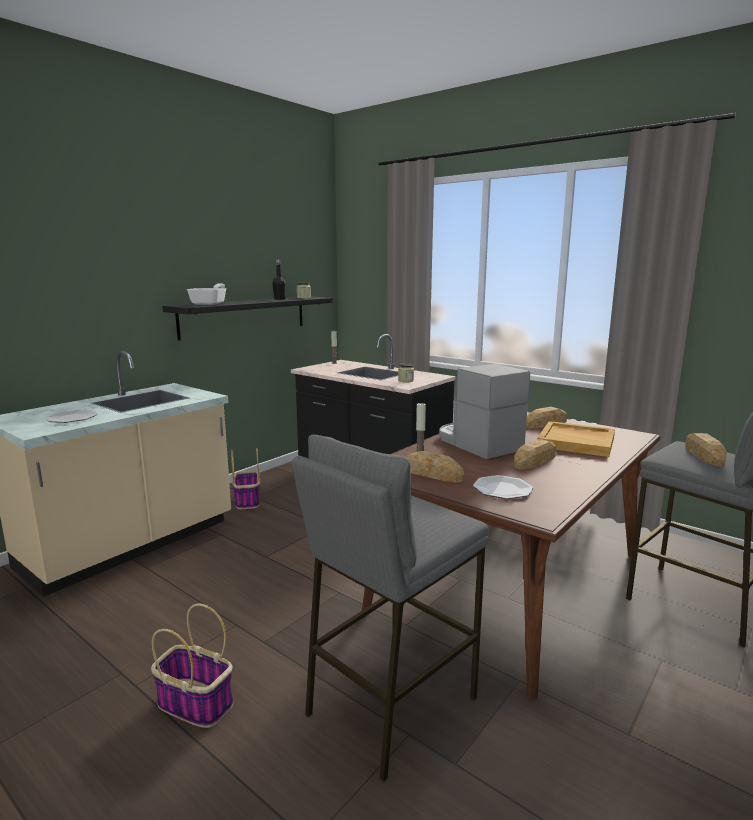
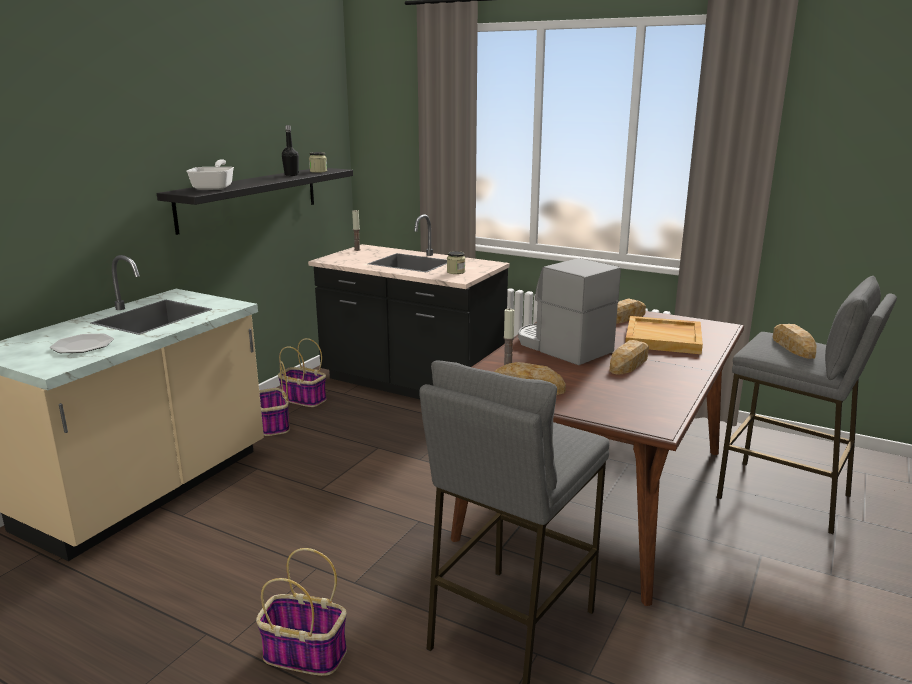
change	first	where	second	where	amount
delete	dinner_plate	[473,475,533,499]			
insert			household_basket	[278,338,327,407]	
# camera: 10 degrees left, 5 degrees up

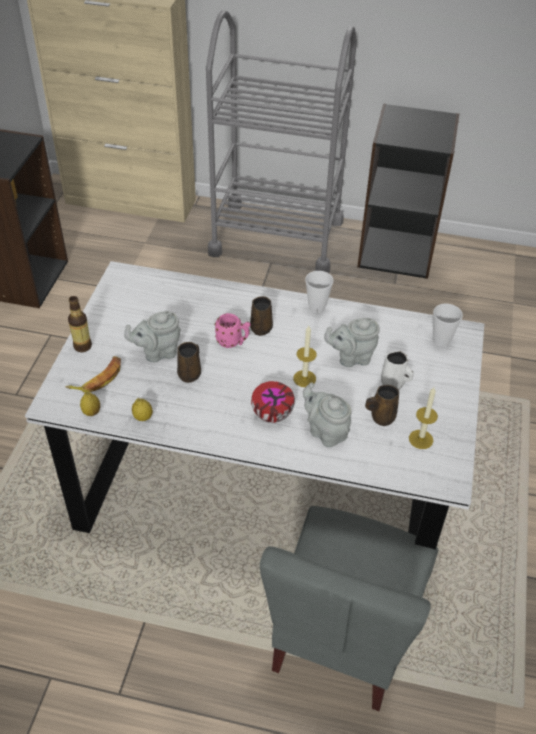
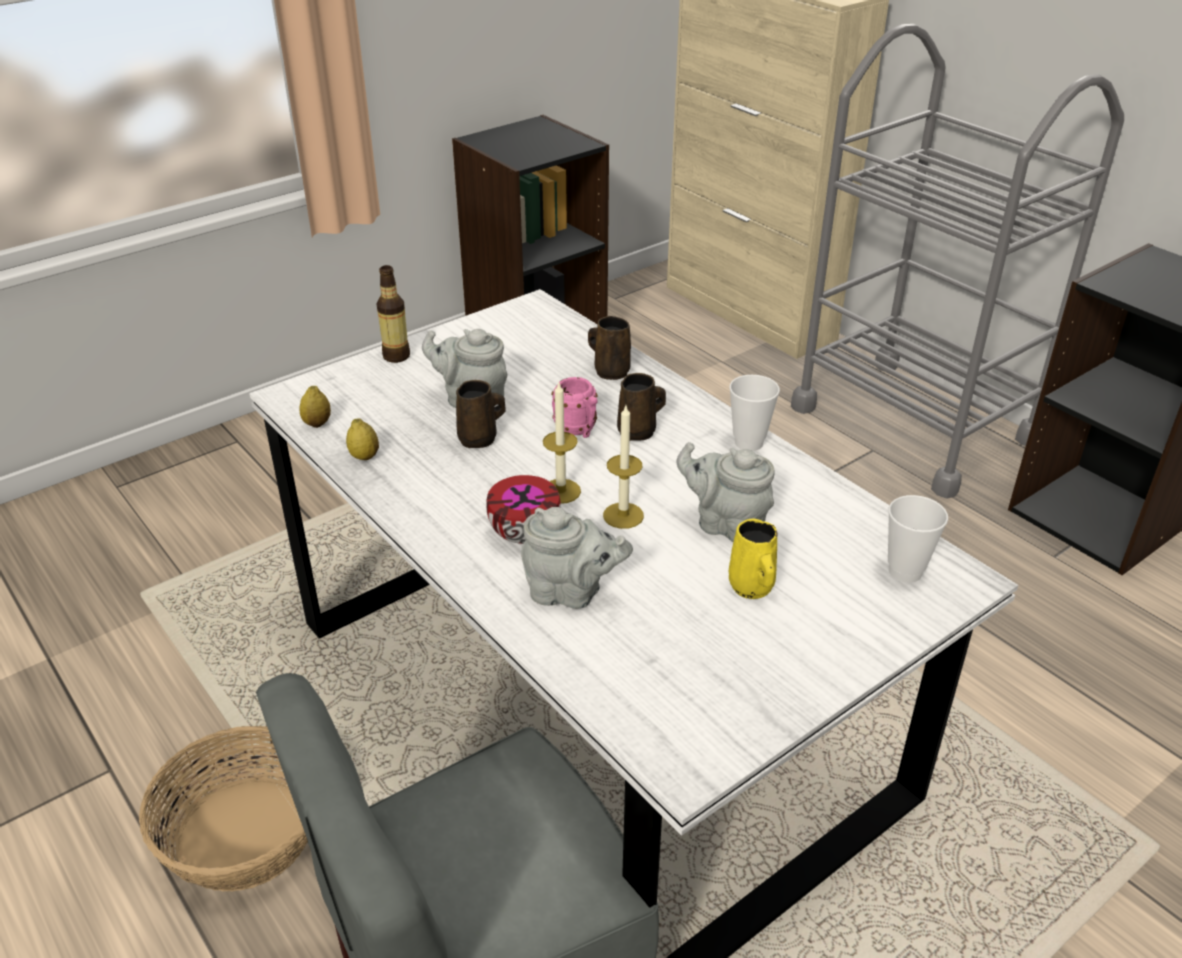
change	first	where	second	where	amount
recolor	white_mug	[381,351,414,390]	yellowish_mug	[729,519,778,599]	
delete	whole_banana	[66,356,121,392]			
rotate	greyish_teapot	[303,382,352,447]		[521,507,633,609]	105 degrees clockwise
move	brown_mug	[365,385,399,426]		[588,316,631,380]	
move	wax_light	[409,387,438,449]		[543,383,581,504]	
insert			household_basket	[139,726,308,891]	
# camera: 40 degrees right, 10 degrees down

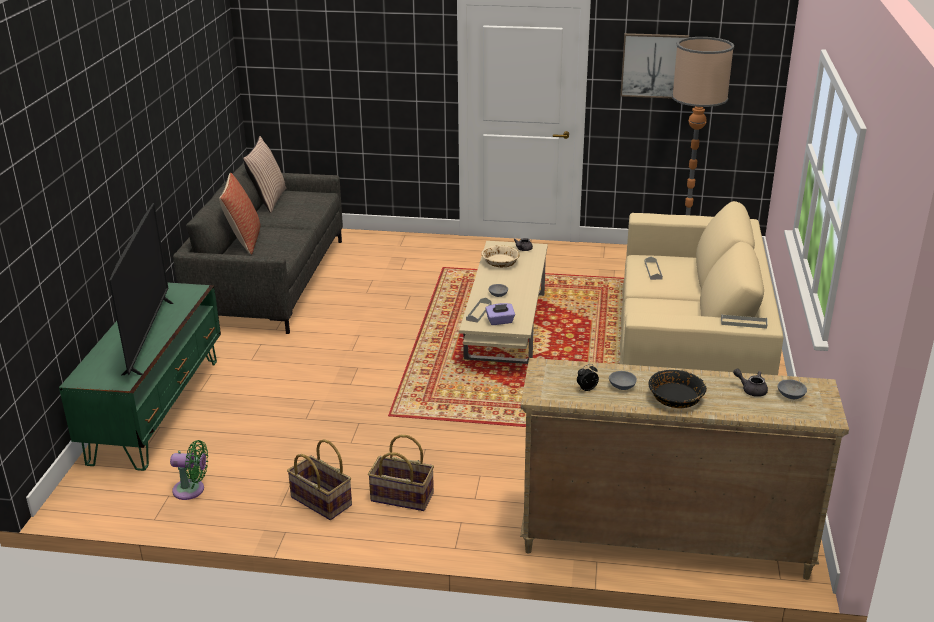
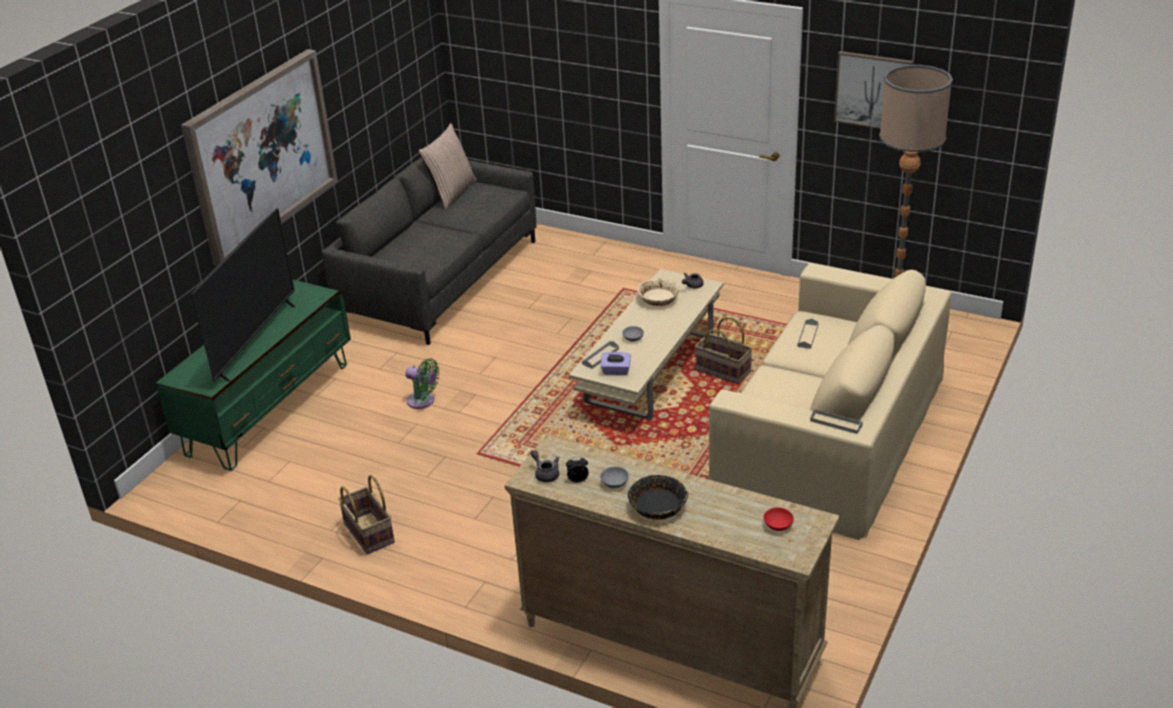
change	first	where	second	where	amount
delete	pillow	[219,173,261,255]			
move	greyish_teapot	[733,369,768,397]		[531,450,559,482]	
recolor	greyish_bowl	[777,379,807,399]	reddish_bowl	[764,507,794,531]	
move	household_basket	[368,435,434,511]		[695,317,753,384]	
move	green_cooling_fan	[170,440,208,500]		[405,358,440,409]	
insert			wall_art	[181,49,338,265]	
# camera: 20 degrees right, 5 degrees up

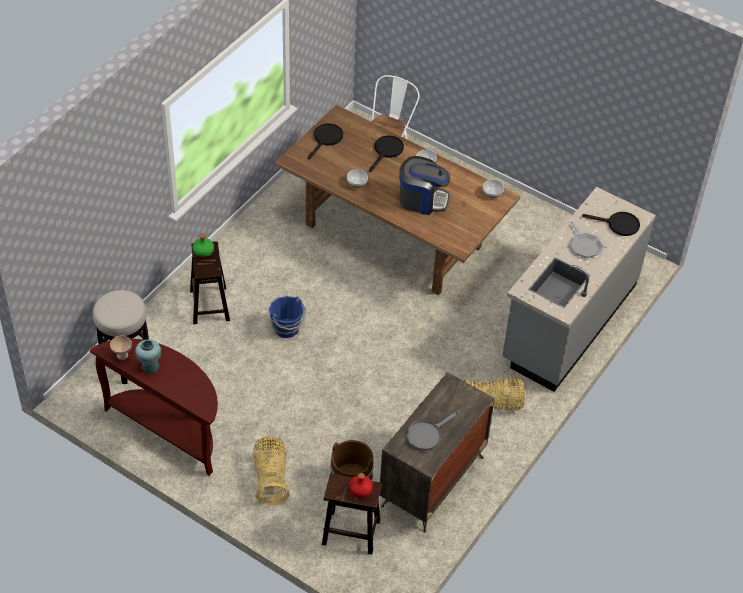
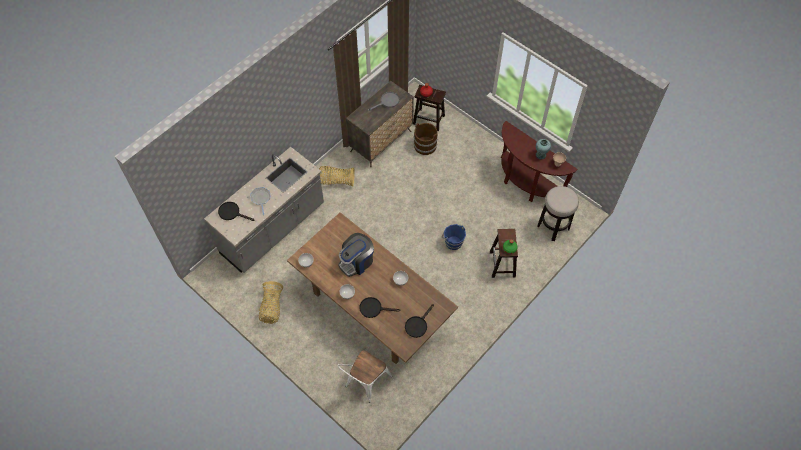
change	first	where	second	where	amount
rotate	black-coloured_frying_pan	[369,136,404,172]		[359,297,401,318]	60 degrees clockwise
rotate	coffee_brewer	[399,156,450,215]		[338,233,374,277]	60 degrees counterclockwise
move	household_basket	[253,436,290,505]		[259,281,283,324]	
# camera: 170 degrees left, 10 degrees up

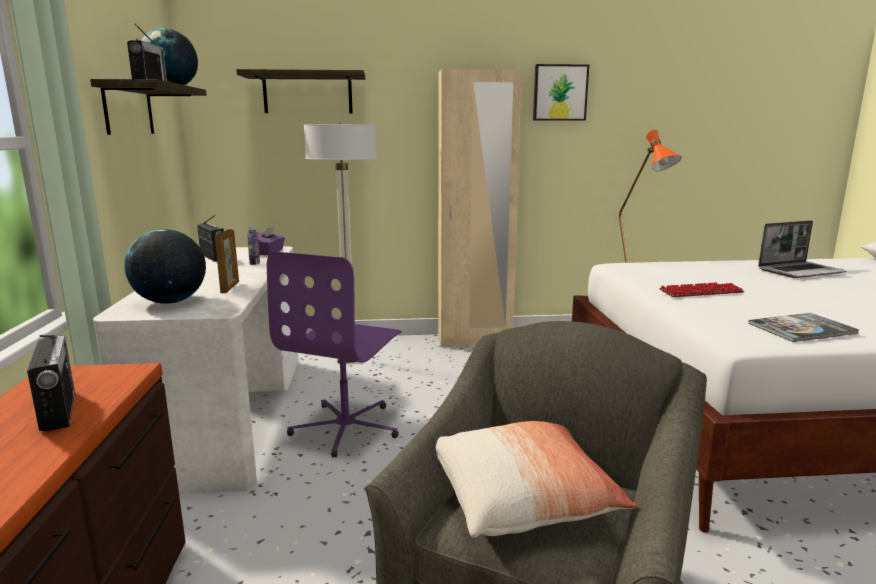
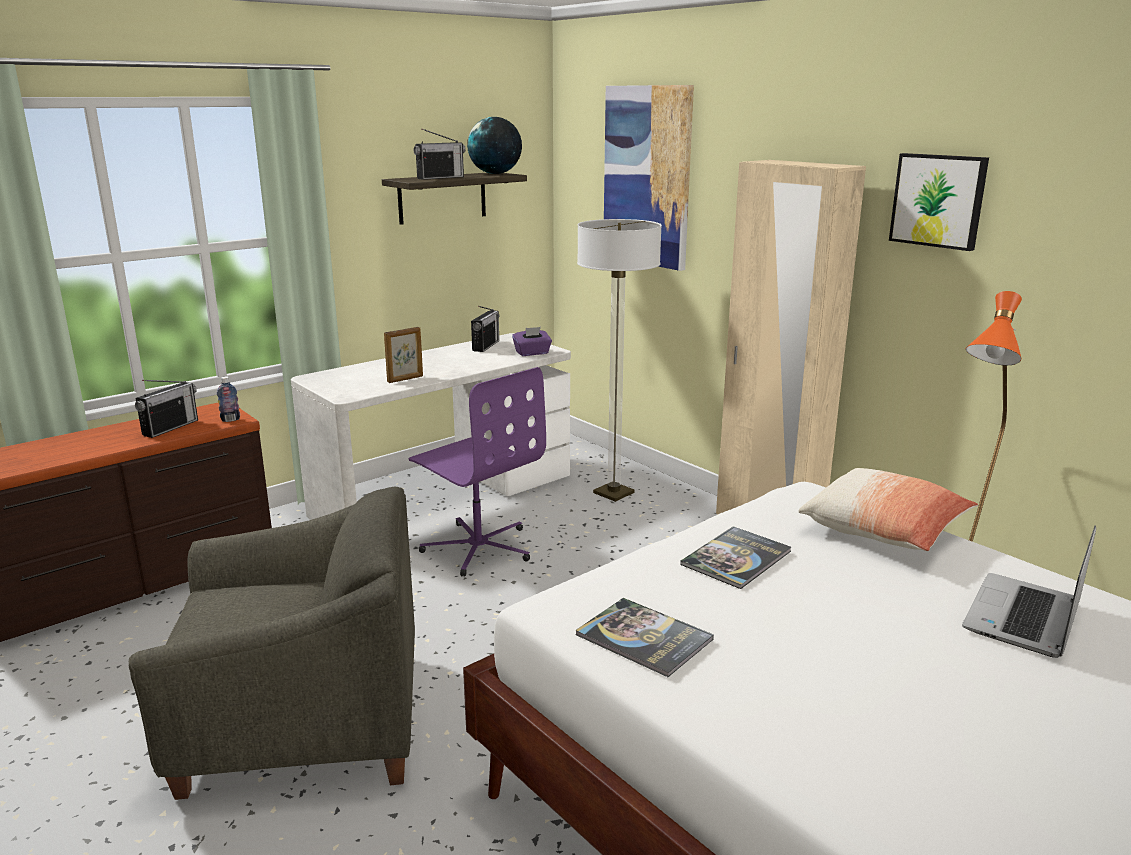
change	first	where	second	where	amount
replace	shelf	[236,69,365,113]	wall_art	[604,85,694,271]	
rotate	laptop	[758,220,846,278]		[962,525,1096,658]	90 degrees clockwise
move	beverage_bottle	[247,225,260,265]		[217,377,240,422]	
delete	desk_globe	[124,229,206,304]			
rotate	purple-coloured_desk_chair	[267,251,401,458]		[409,367,546,577]	120 degrees counterclockwise
replace	PC_keyboard	[659,282,744,297]	volume	[680,526,791,589]	
move	pillow	[436,421,638,538]		[798,468,978,551]	
# camera: 55 degrees right, 5 degrees up

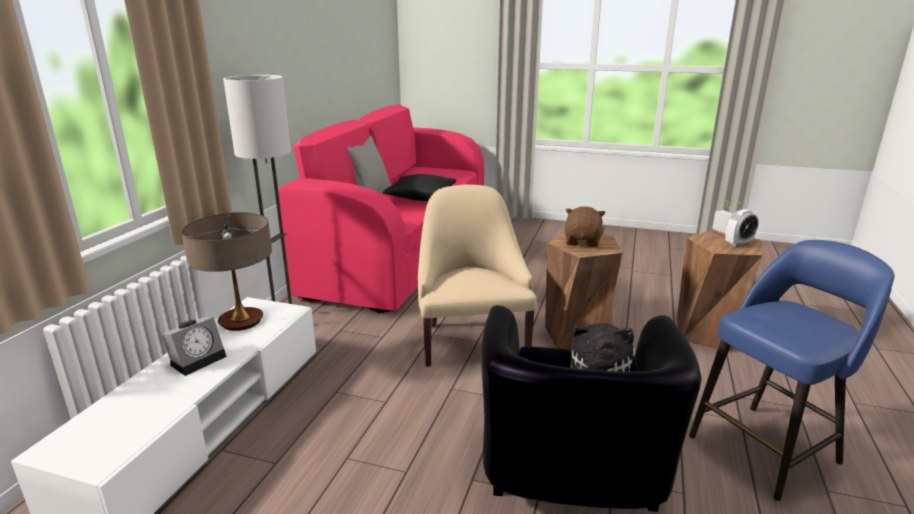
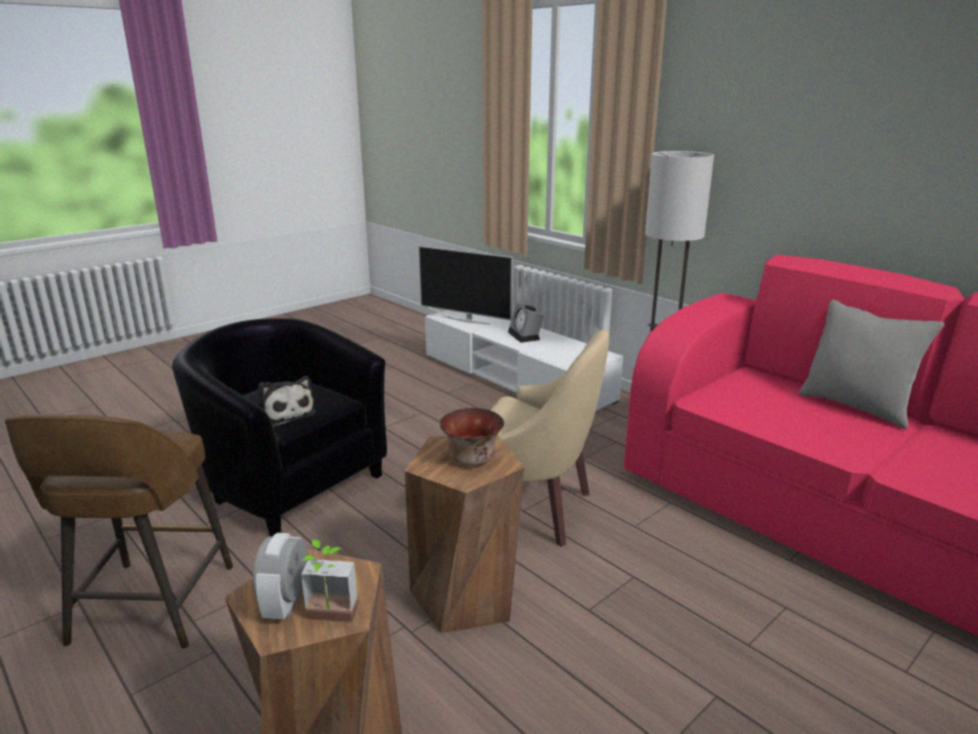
change	first	where	second	where	amount
delete	black-coloured_pillow	[383,174,456,201]			
replace	brown_plush_toy	[565,206,606,247]	bowl	[440,408,504,465]	
delete	tabletop_lamp	[181,212,272,331]			
recolor	blue_stool_seat	[689,240,895,501]	brown_stool_seat	[5,414,233,649]	
insert			TV	[418,246,513,324]	
# camera: 120 degrees right, 0 degrees up

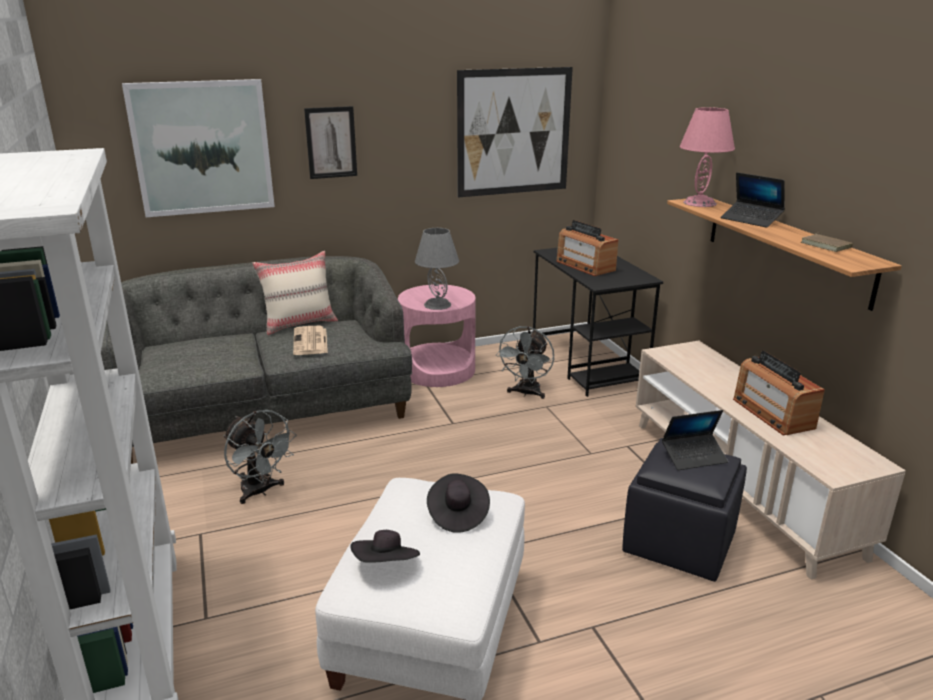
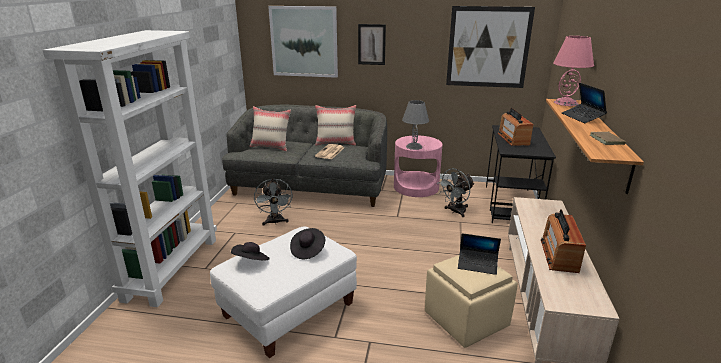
change	first	where	second	where	amount
recolor	black-coloured_footrest	[622,438,747,582]	beige_footrest	[425,255,518,348]	
insert			beige_pillow	[250,106,291,151]	
# camera: 30 degrees right, 0 degrees up

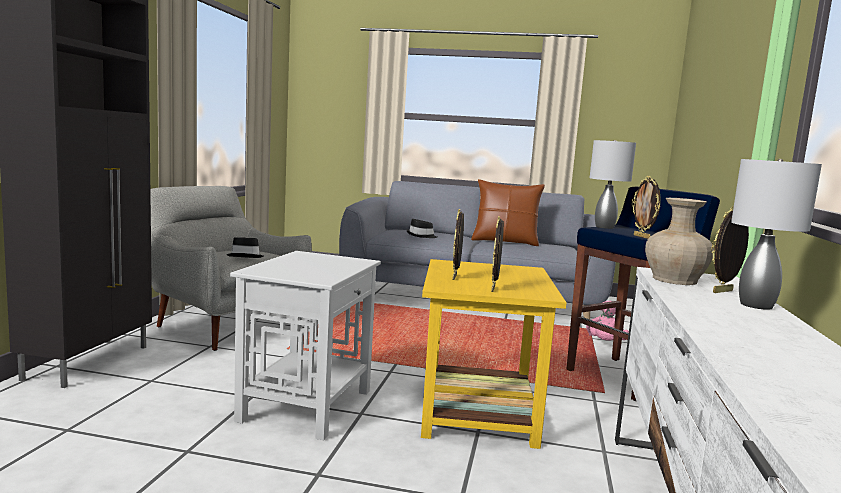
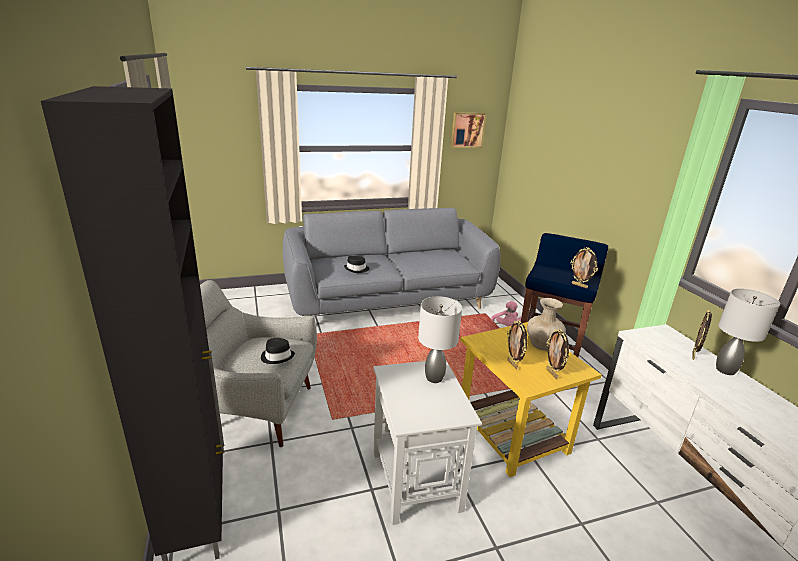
change	first	where	second	where	amount
move	greyish_tabletop_lamp	[590,140,636,229]		[418,296,462,383]	
delete	brown_pillow	[471,179,545,246]			
move	beige_decorative_vase	[645,198,714,285]		[527,298,565,351]	
insert			wall_art	[451,112,486,148]	
# camera: 30 degrees left, 15 degrees up

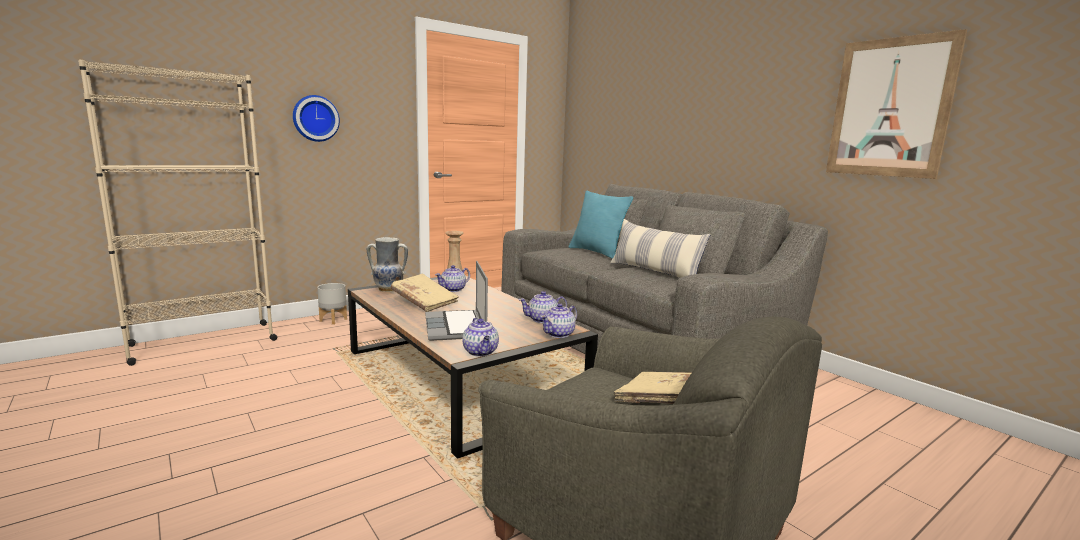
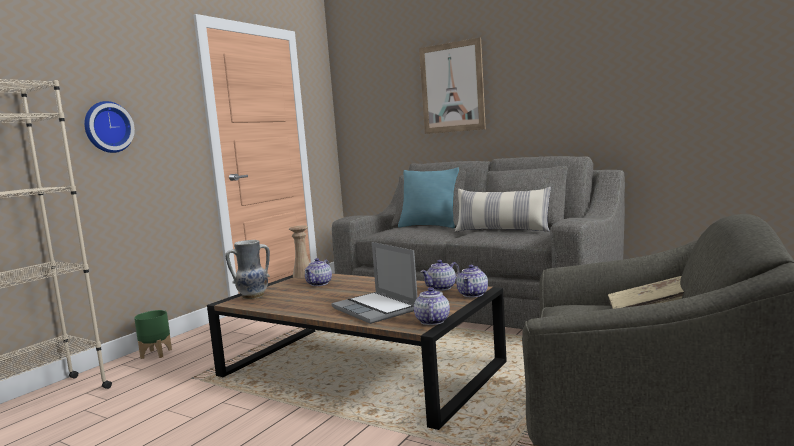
change	first	where	second	where	amount
move	wall_art	[826,29,967,179]		[419,38,486,134]	
delete	beige_volume	[390,273,459,312]			
recolor	greyish_flower_pot	[317,283,347,325]	green_flower_pot	[134,310,172,359]	
rotate	teapot	[462,318,499,357]		[414,287,450,325]	135 degrees counterclockwise
# camera: 20 degrees left, 5 degrees down

